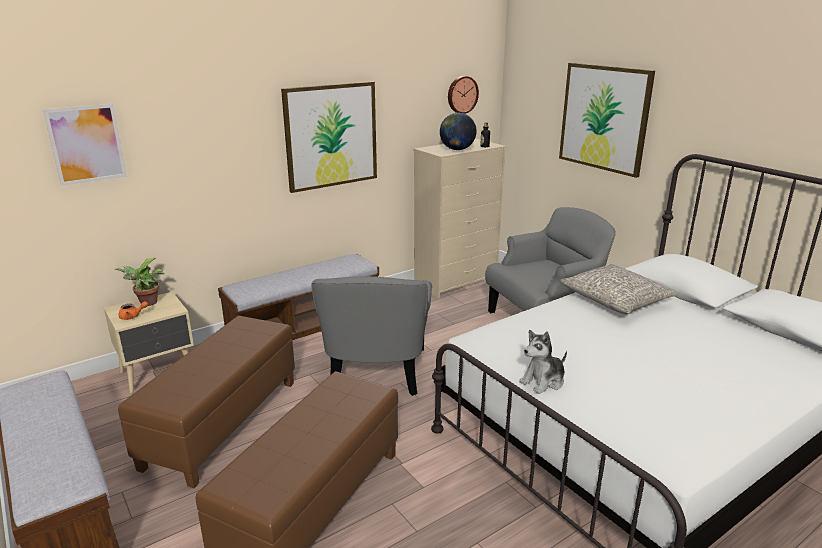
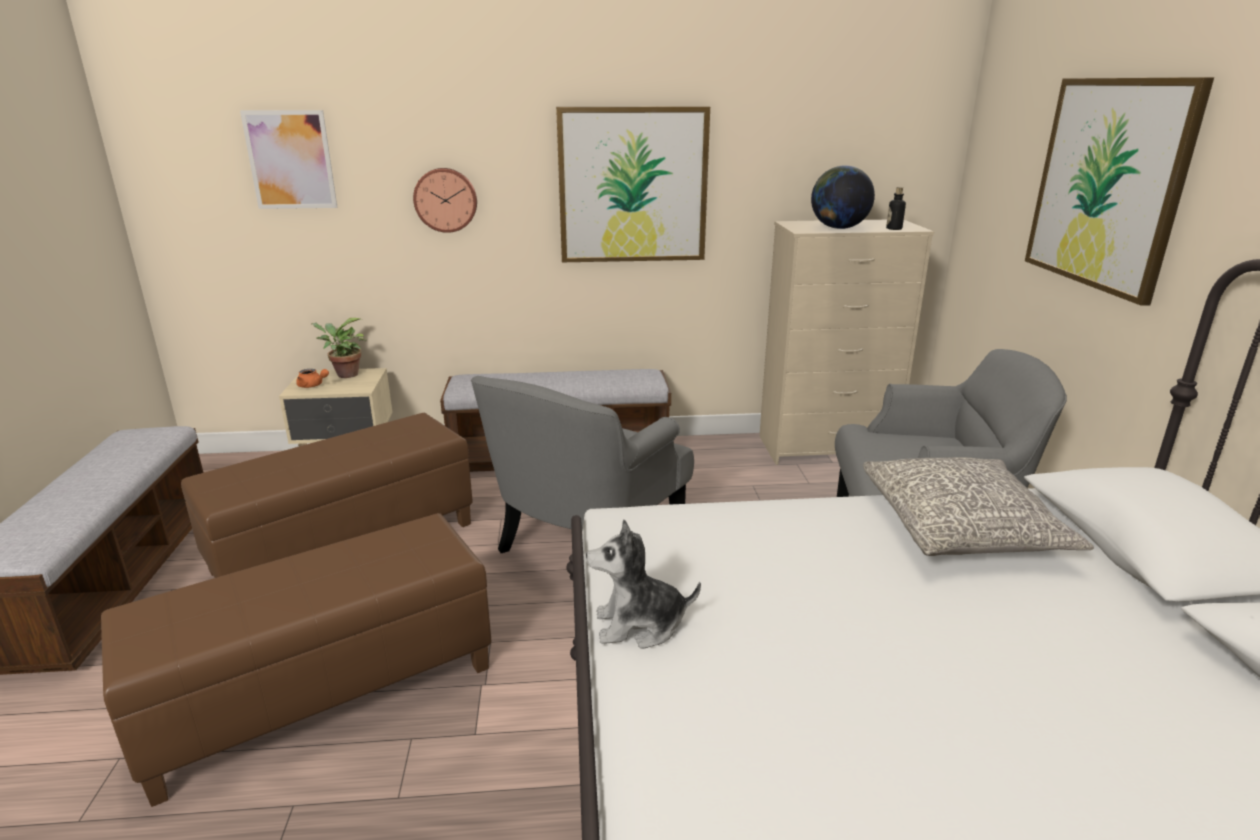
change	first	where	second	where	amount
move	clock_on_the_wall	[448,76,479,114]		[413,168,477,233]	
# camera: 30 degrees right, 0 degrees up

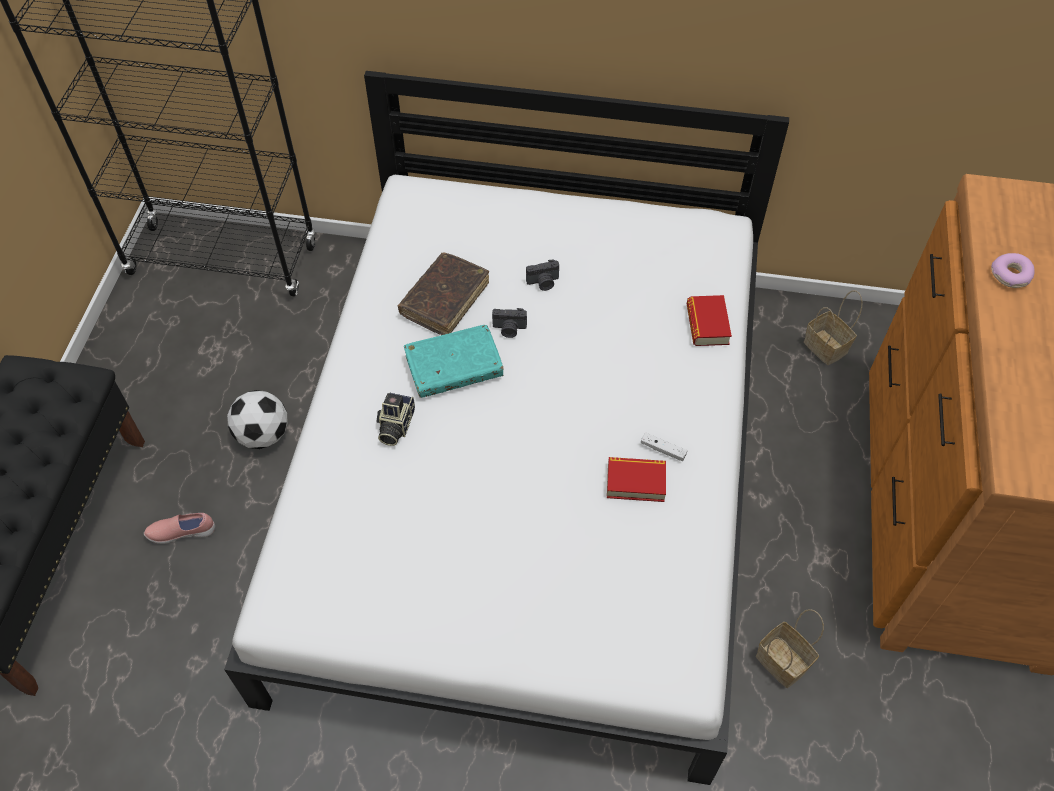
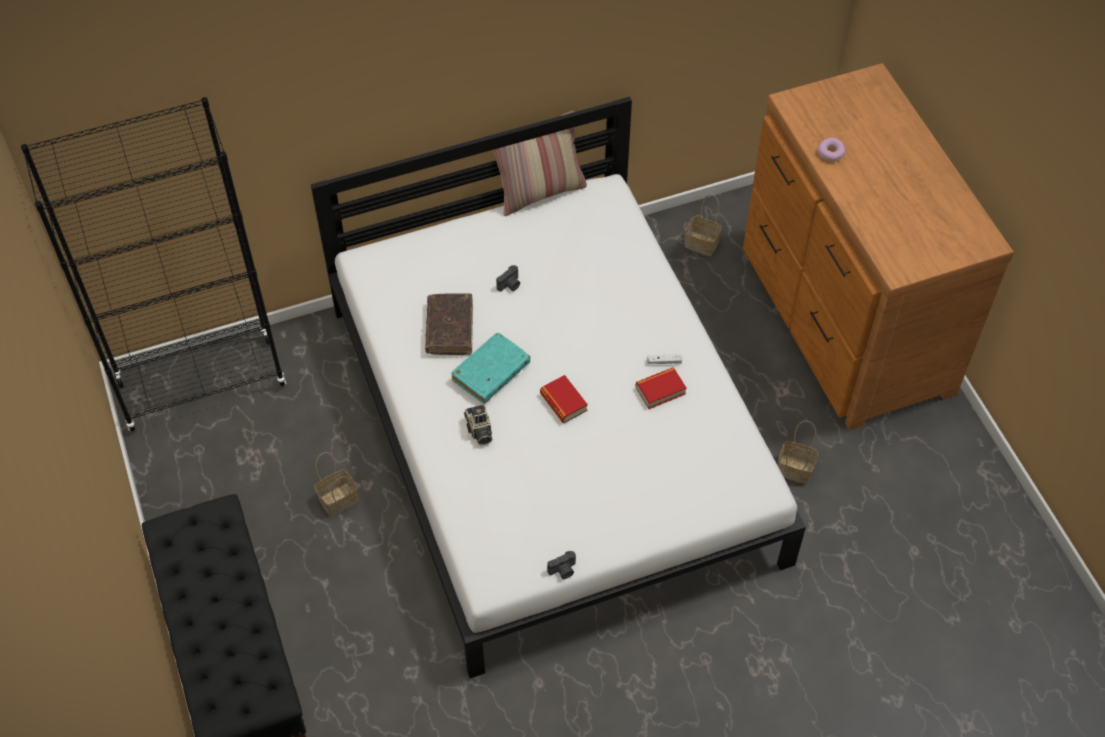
change	first	where	second	where	amount
move	volume	[687,295,732,346]		[540,375,588,423]	
move	still_camera	[492,308,527,338]		[547,551,576,579]	
replace	football_ball	[227,390,287,449]	household_basket	[314,452,358,517]	
delete	pink_item_of_footwear	[144,513,215,544]			
insert			pillow	[493,111,587,216]	
# camera: 30 degrees left, 0 degrees up

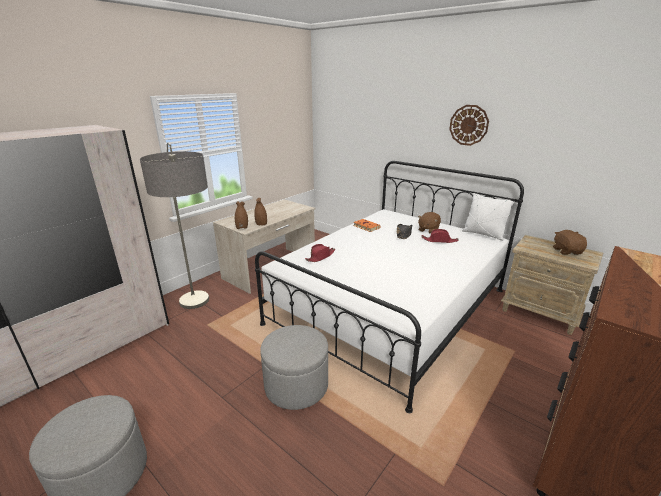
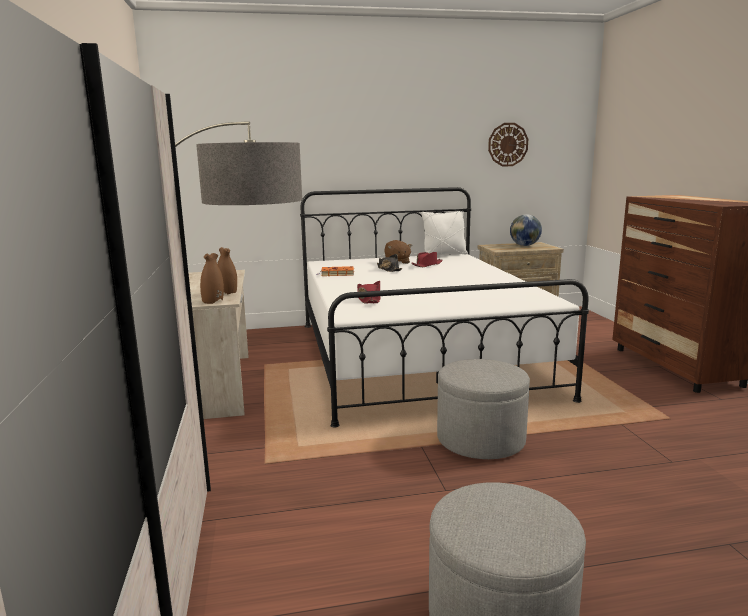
change	first	where	second	where	amount
move	clock_on_the_wall	[449,105,489,146]		[488,123,528,167]	
replace	brown_plush_toy	[553,230,587,255]	desk_globe	[510,214,542,246]	
# camera: 50 degrees left, 10 degrees down

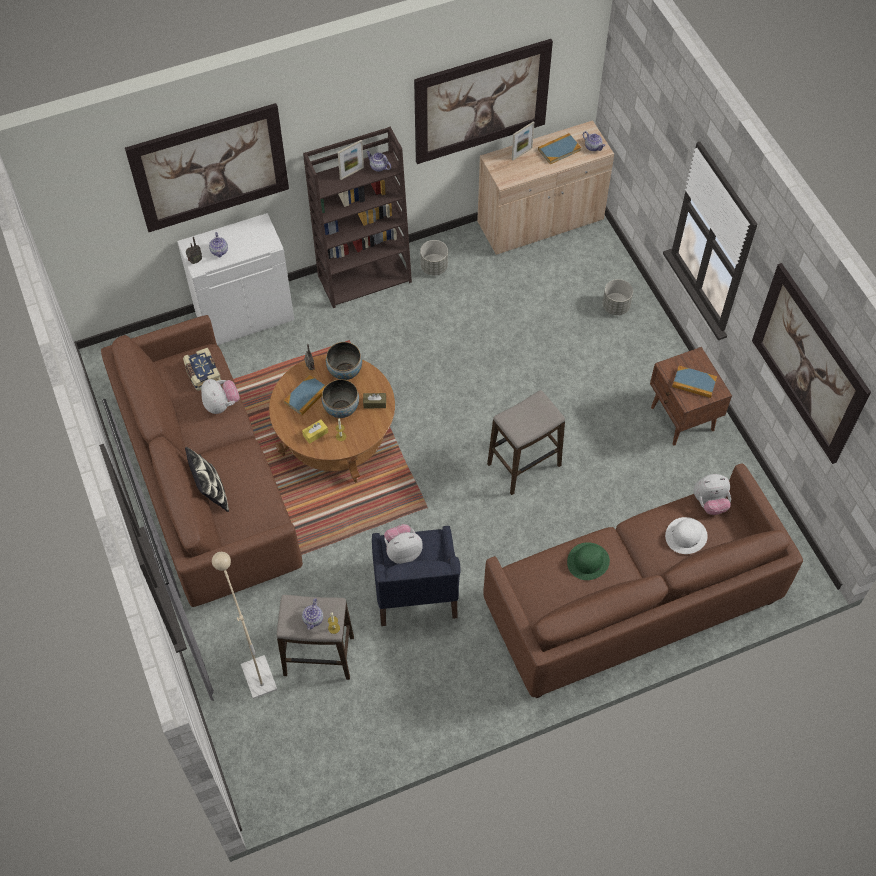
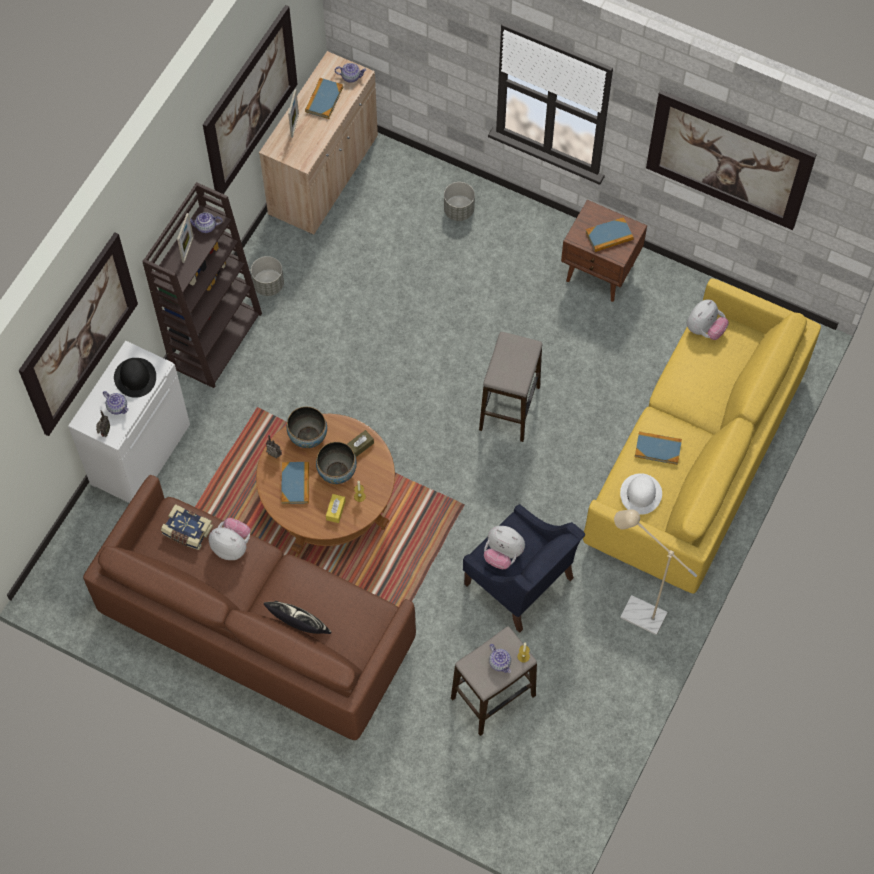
change	first	where	second	where	amount
recolor	brown_settee	[483,464,803,698]	yellowish_settee	[583,278,821,594]	
move	white_clothing_hat	[665,517,708,554]		[620,473,662,515]	
rotate	plush_toy	[384,524,423,564]		[484,526,525,569]	90 degrees counterclockwise
replace	green_clothing_hat	[567,542,610,580]	volume	[635,431,682,465]	
move	beige_standing_lamp	[212,552,277,699]		[614,509,697,635]	
insert			black-coloured_clothing_hat	[114,358,156,398]	
# camera: 40 degrees left, 5 degrees up

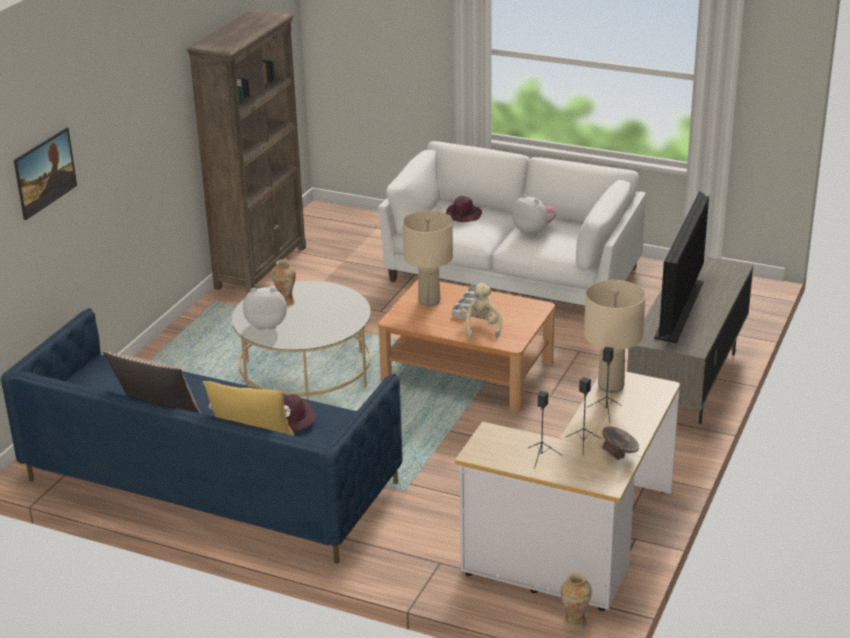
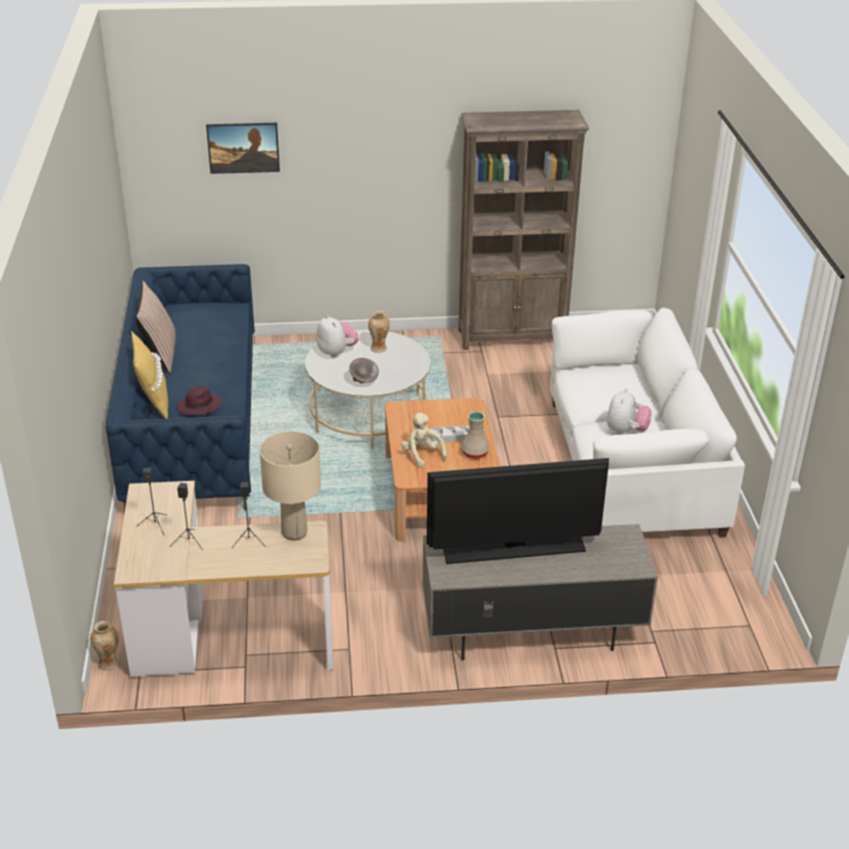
change	first	where	second	where	amount
delete	purple-coloured_clothing_hat	[446,196,482,222]			
delete	beige_tabletop_lamp	[403,210,453,307]			
rotate	beige_plush_toy	[460,283,502,338]		[401,413,447,468]	90 degrees counterclockwise
move	greyish_bowl	[602,426,639,460]		[349,358,379,384]	
insert			beige_decorative_vase	[461,412,489,459]	
# camera: 60 degrees right, 5 degrees up

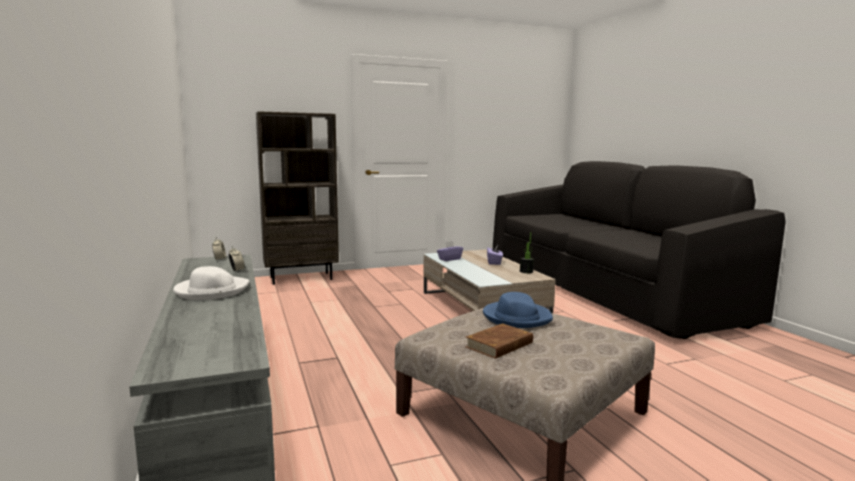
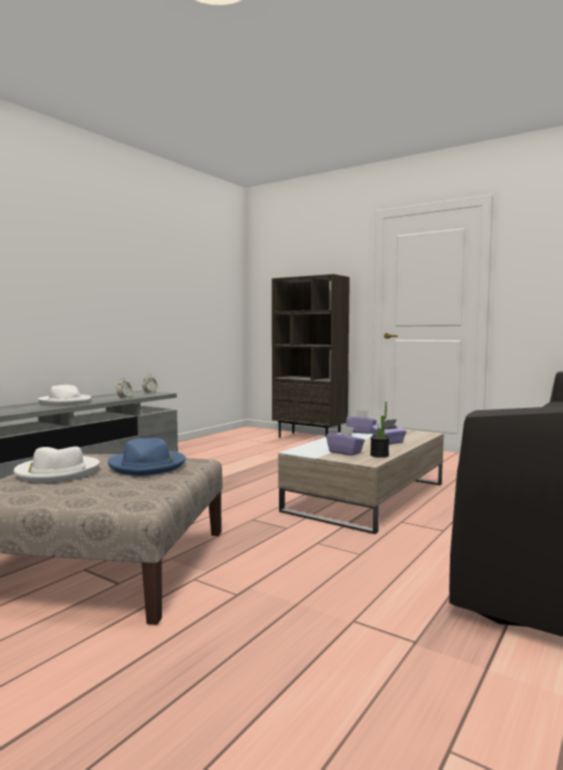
change	first	where	second	where	amount
replace	brown_volume	[466,323,533,359]	white_clothing_hat	[14,446,100,482]	
insert			purple-coloured_tissue_box	[326,426,365,456]	
# camera: 55 degrees right, 5 degrees down

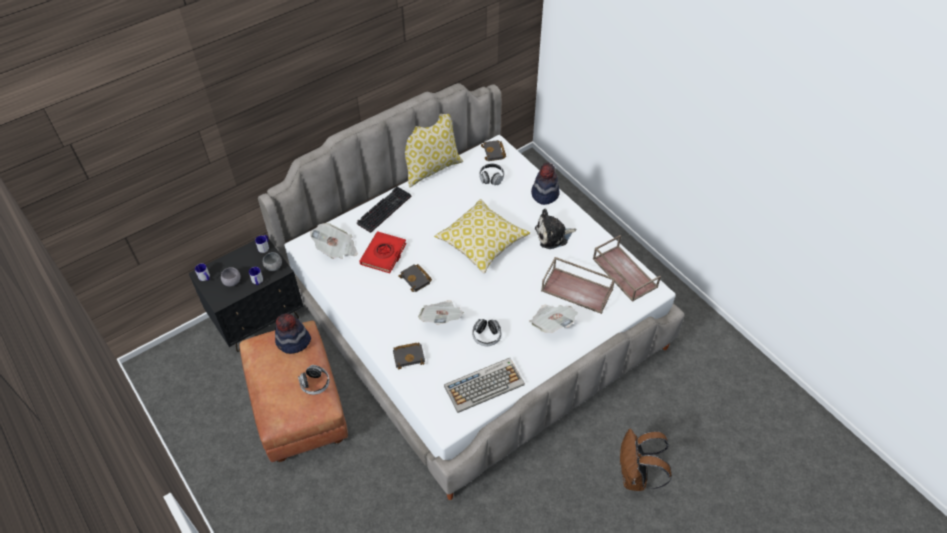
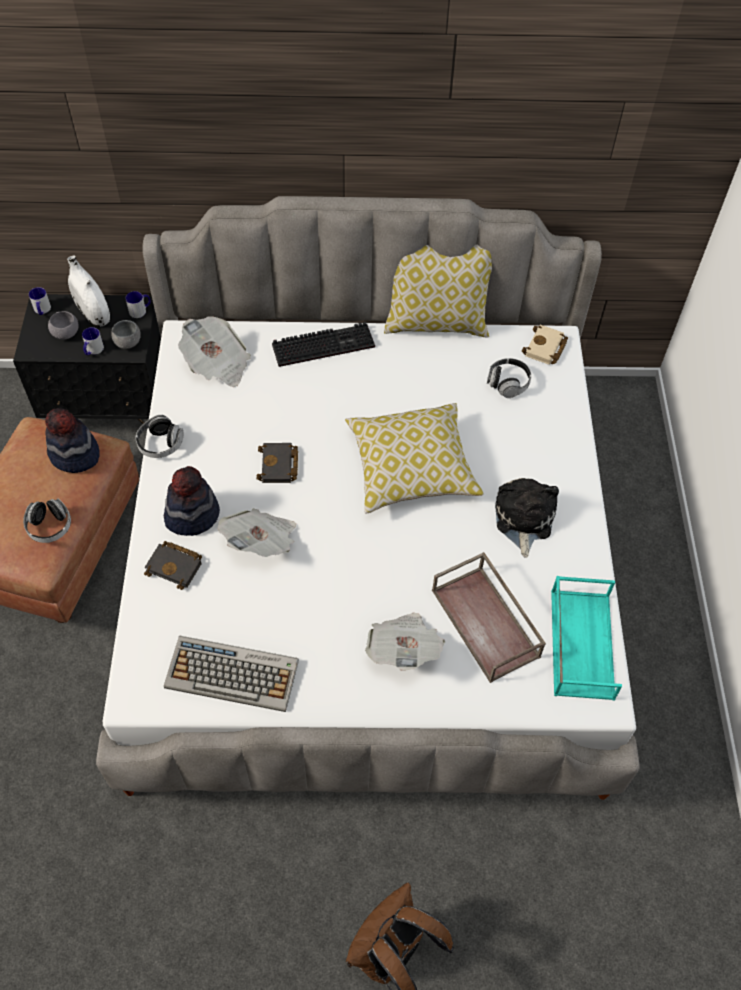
change	first	where	second	where	amount
recolor	black-coloured_volume	[481,140,506,161]	beige_volume	[522,325,568,365]	
move	clothing_hat	[531,163,560,205]		[164,466,220,536]	
rotate	plush_toy	[535,209,576,249]		[495,478,559,558]	75 degrees clockwise
delete	reddish_volume	[359,231,407,273]			
recolor	brown_tray	[593,235,661,302]	turquoise_tray	[551,576,622,700]	
move	headset	[473,319,501,346]		[135,415,183,458]	
insert			white_decorative_vase	[67,256,110,327]	
# camera: 35 degrees right, 5 degrees up

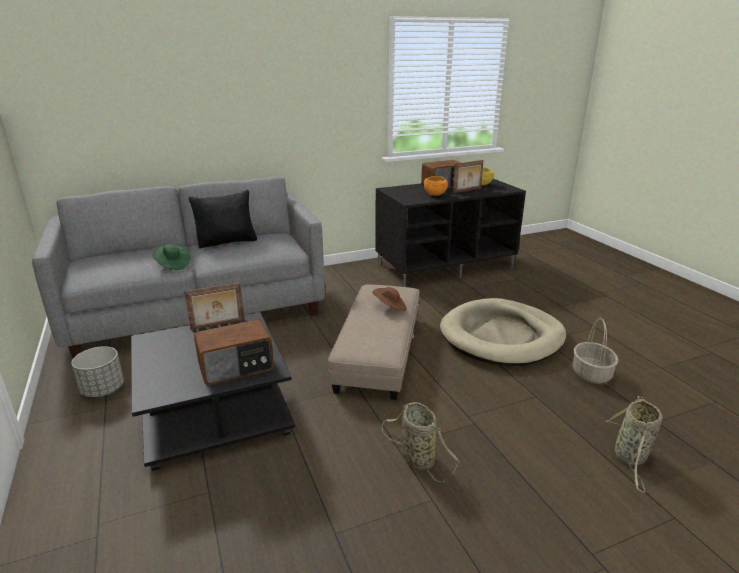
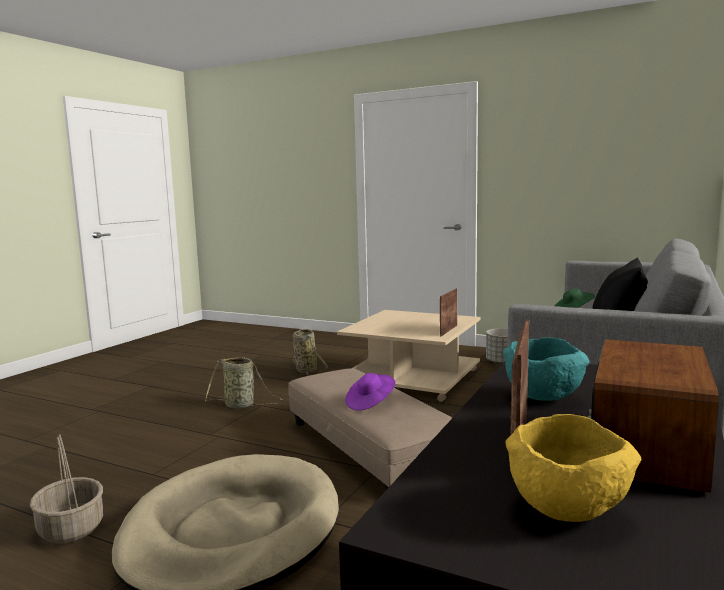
change	first	where	second	where	amount
recolor	orange_bowl	[424,176,448,196]	turquoise_bowl	[503,337,589,401]	
recolor	brown_clothing_hat	[372,287,407,311]	purple-coloured_clothing_hat	[345,373,395,411]	
recolor	black-coloured_lounge_table	[131,313,295,471]	beige_lounge_table	[337,310,480,402]	
delete	radio_set	[194,319,274,385]			
move	household_basket	[605,396,663,493]		[293,329,328,375]	
# camera: 140 degrees right, 15 degrees down

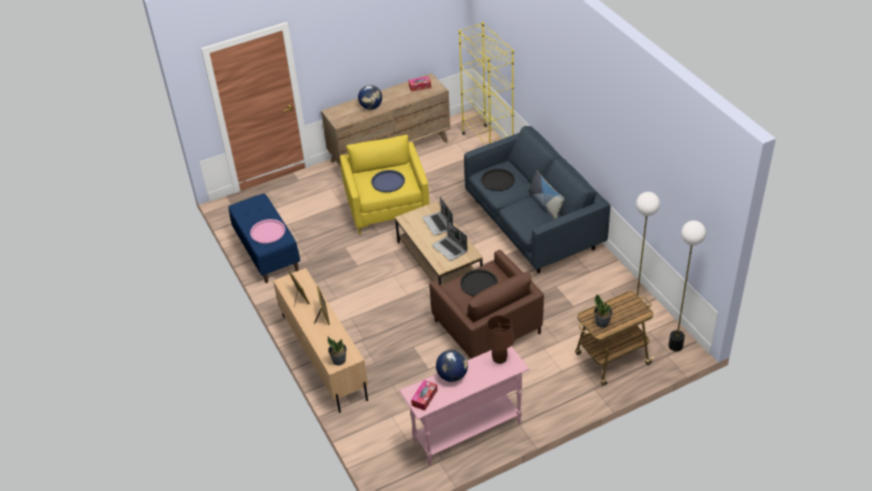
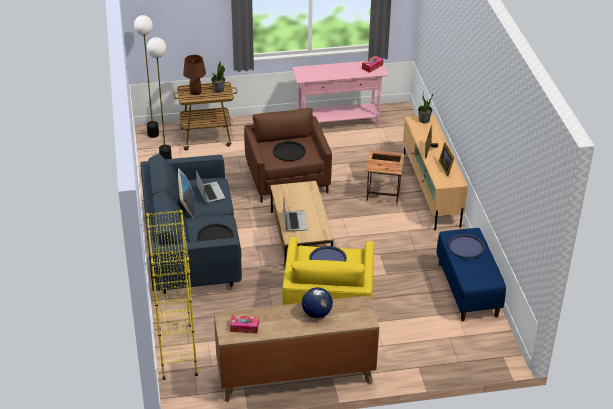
change	first	where	second	where	amount
recolor	pink_tray	[250,219,285,243]	blue_tray	[448,234,485,258]	
move	laptop	[432,221,468,261]		[196,170,225,203]	
move	brown_tabletop_lamp	[484,315,515,364]		[183,55,206,95]	
delete	desk_globe	[436,350,468,382]			
insert			end_table	[366,150,405,204]	
# camera: 165 degrees left, 5 degrees down

